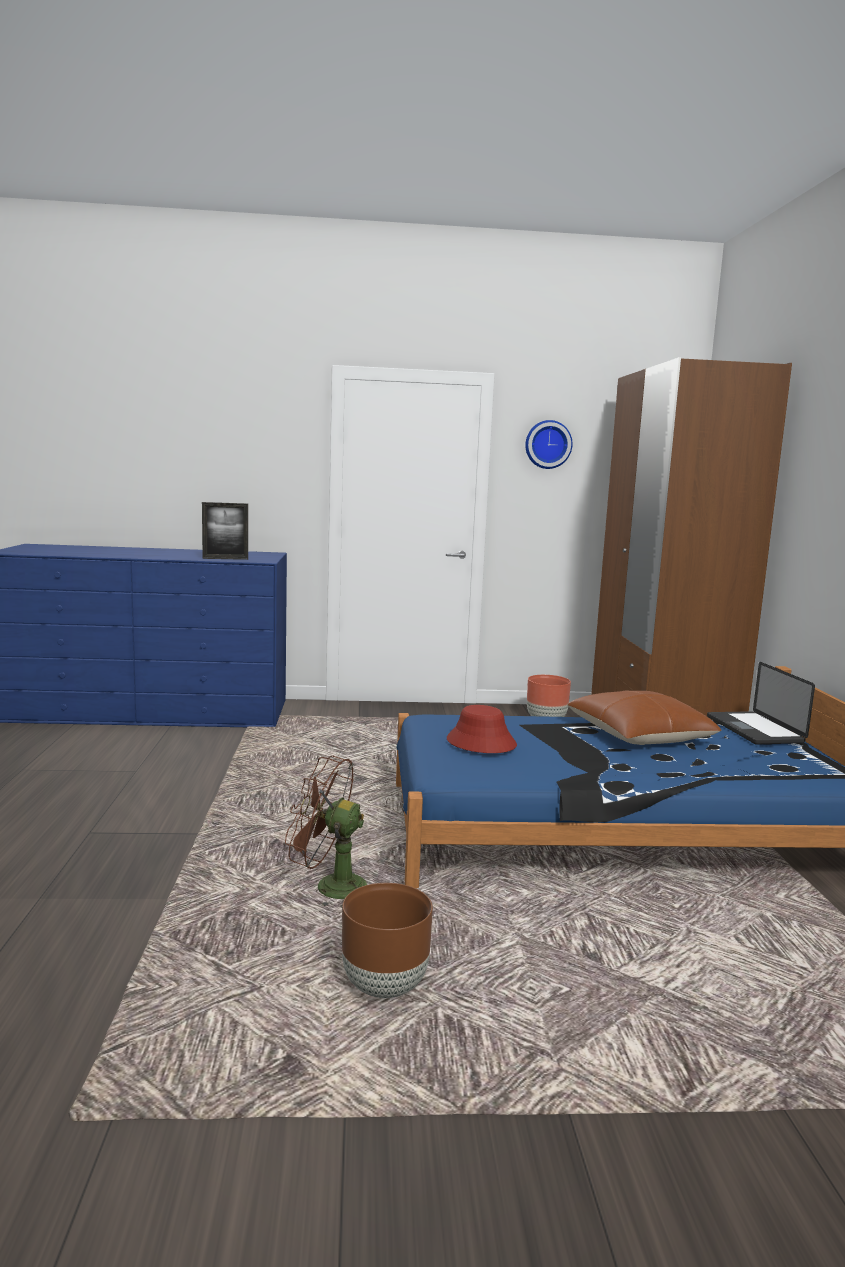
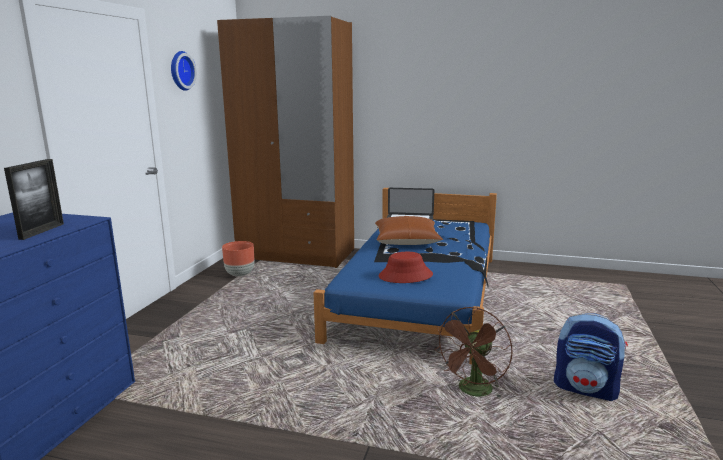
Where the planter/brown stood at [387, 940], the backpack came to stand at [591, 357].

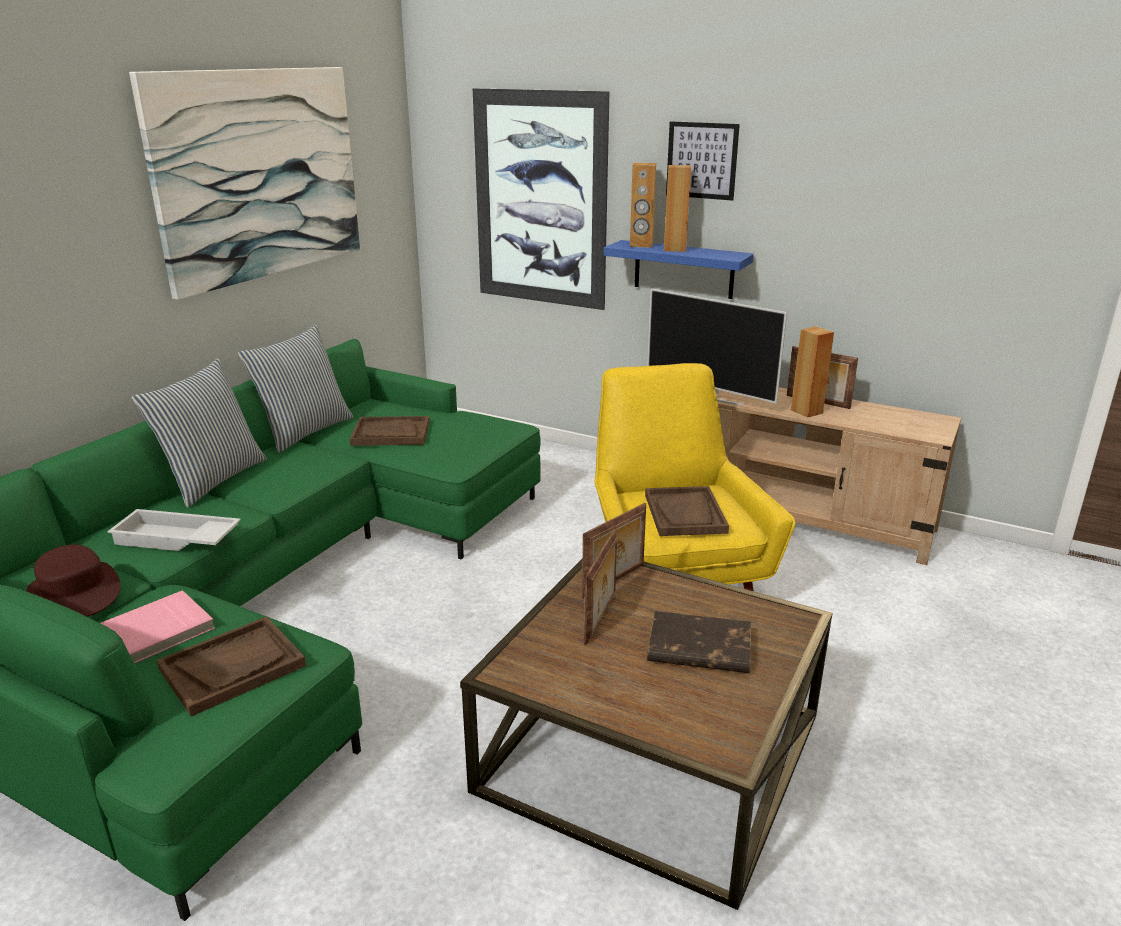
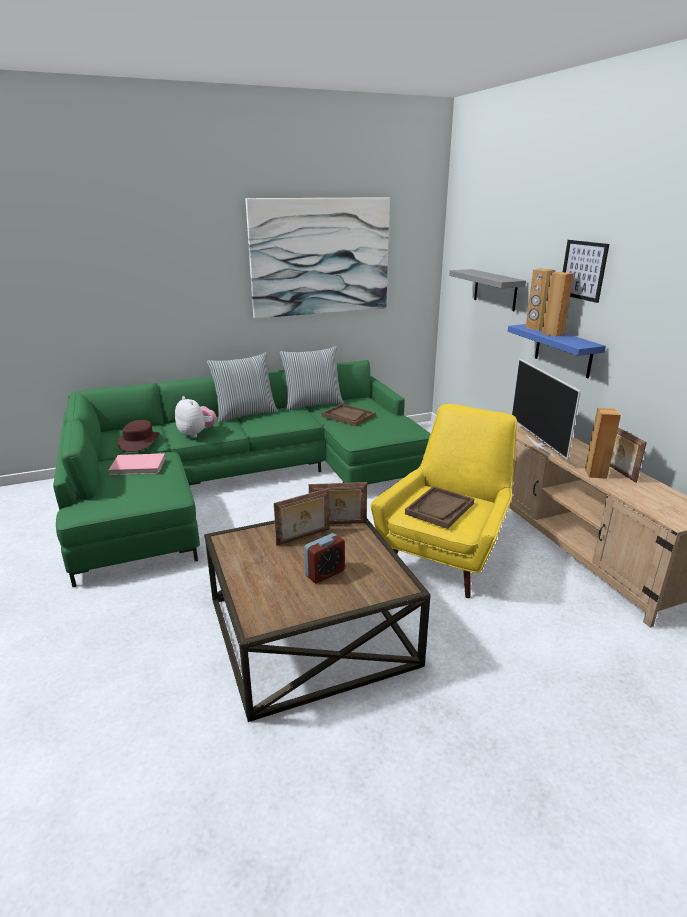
Where the tray/white stood at [174, 530], the plush toy came to stand at [196, 417].
The second view lost the tray/brown at [231, 666].
Where the picture hung at [541, 199], the shelf/grey came to hang at [487, 290].
Where the book/brown stood at [699, 642], the alarm clock came to stand at [324, 558].

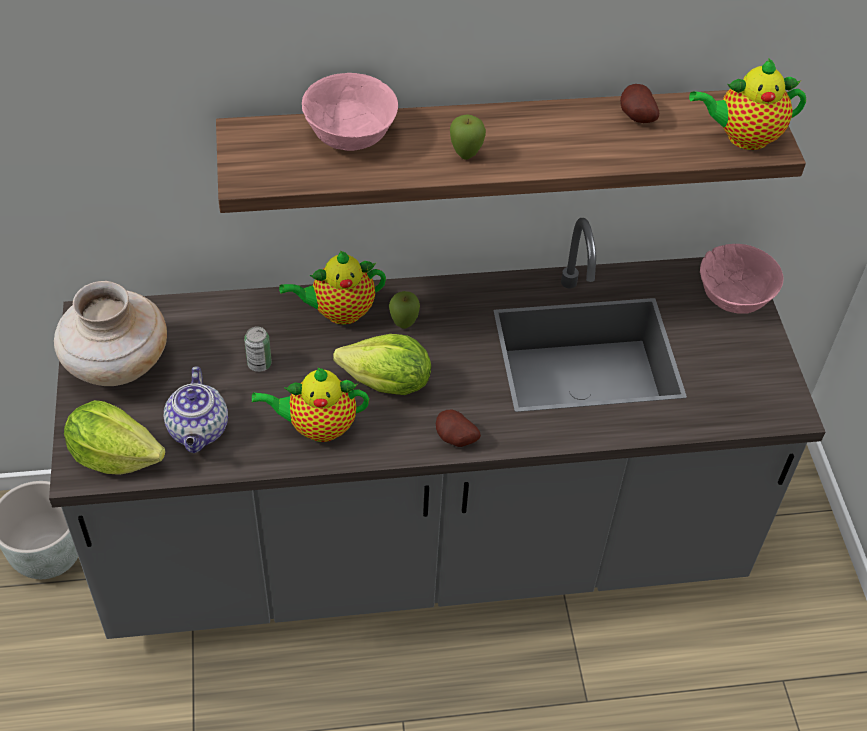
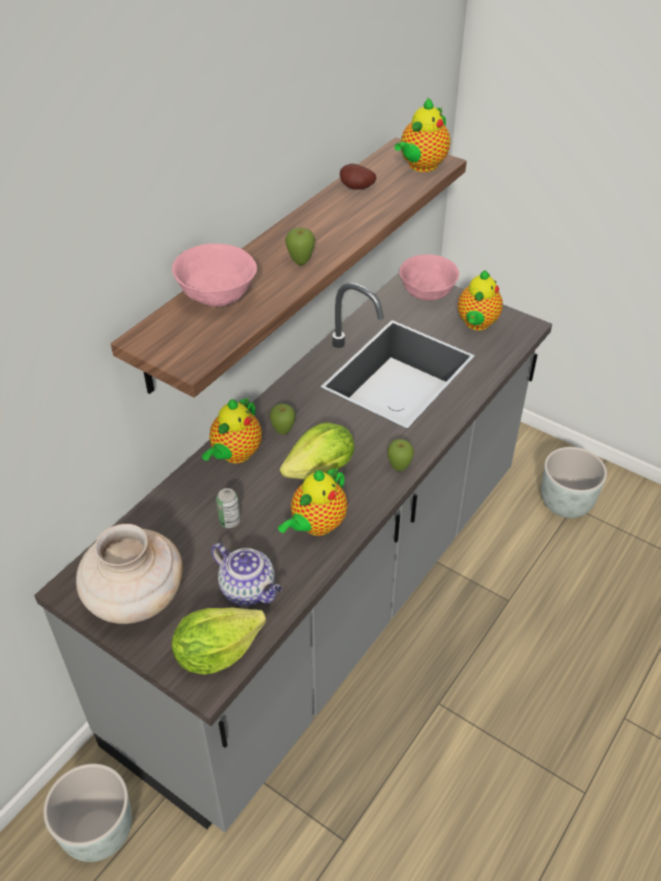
Where the potato stood at [458, 428], the apple came to stand at [400, 455].
The second view gained the teapot at [480, 300].
The second view gained the planter/grey at [574, 482].

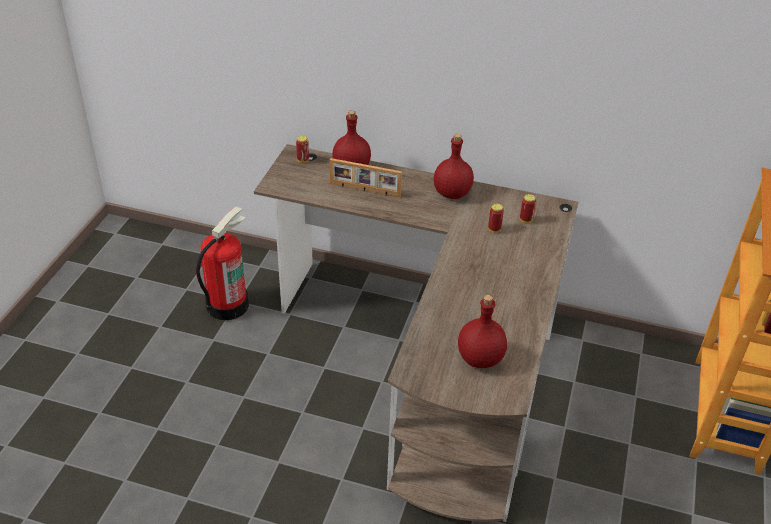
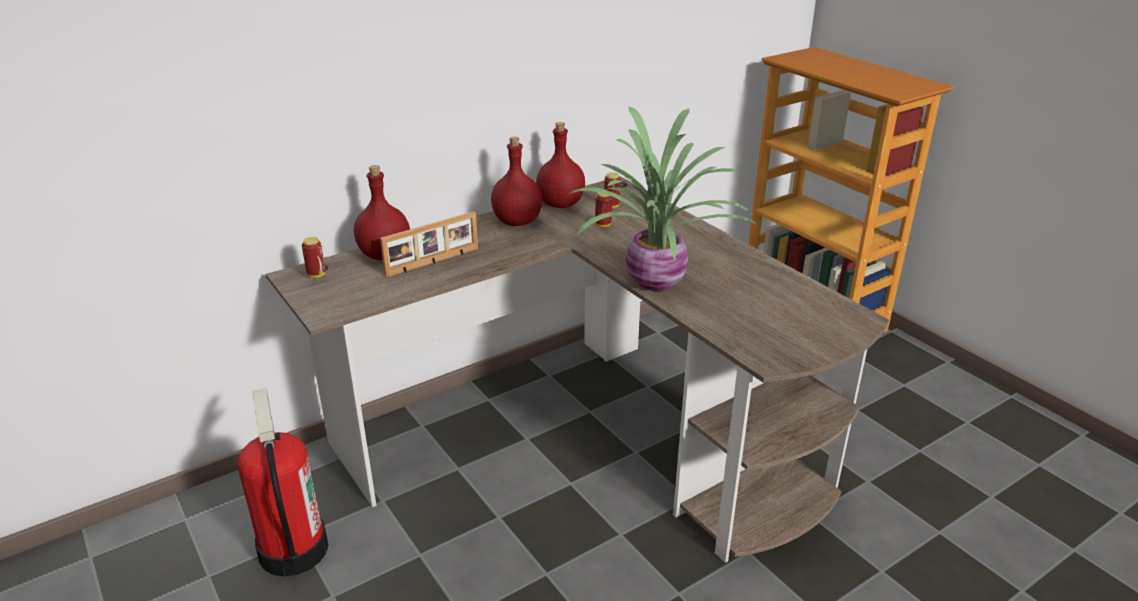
The bottle/red ended up elsewhere, having gone from [482, 331] to [560, 165].
The second view gained the potted plant at [663, 199].

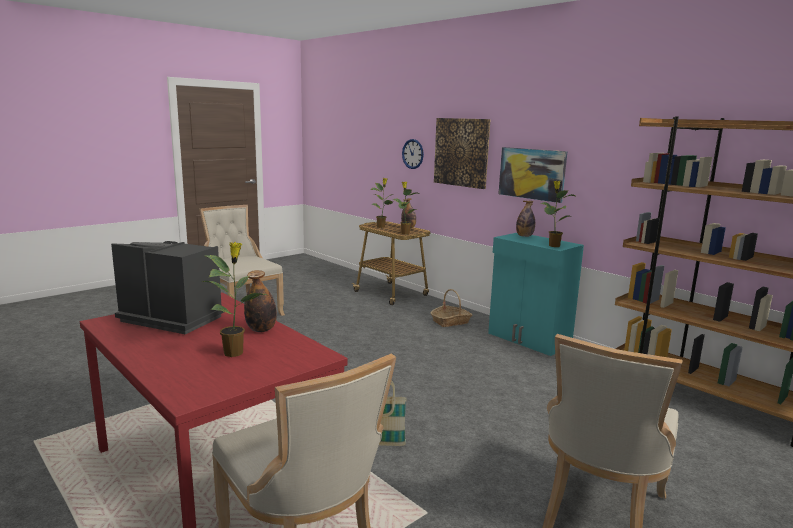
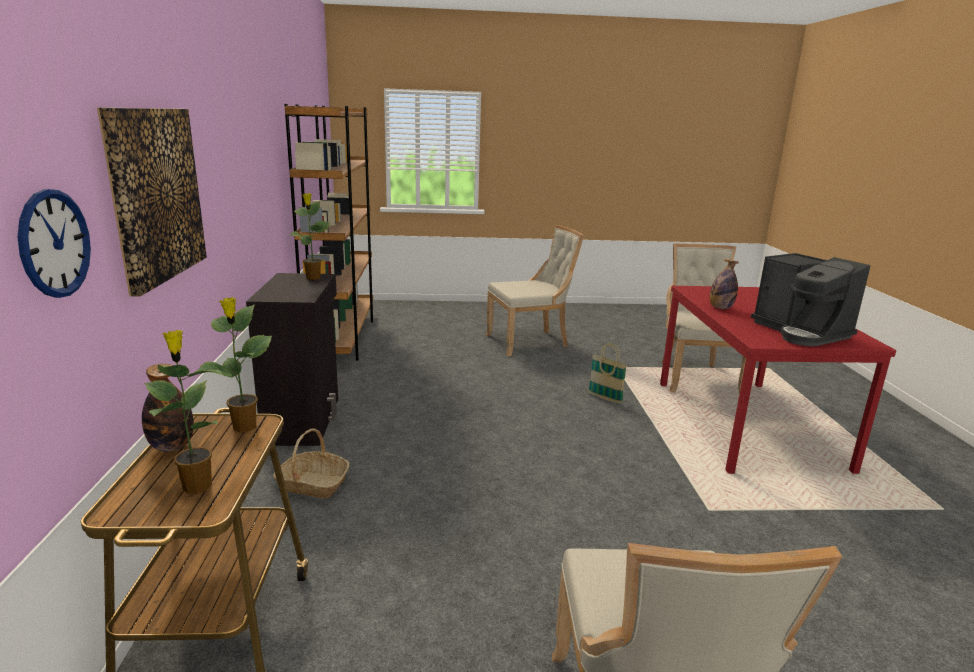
The second view lost the potted plant at [233, 299].
What was the cabinet/turquoise at [536, 294] turned into the cabinet/black at [292, 359].
The second view lost the picture at [532, 175].
The second view lost the bottle at [525, 219].

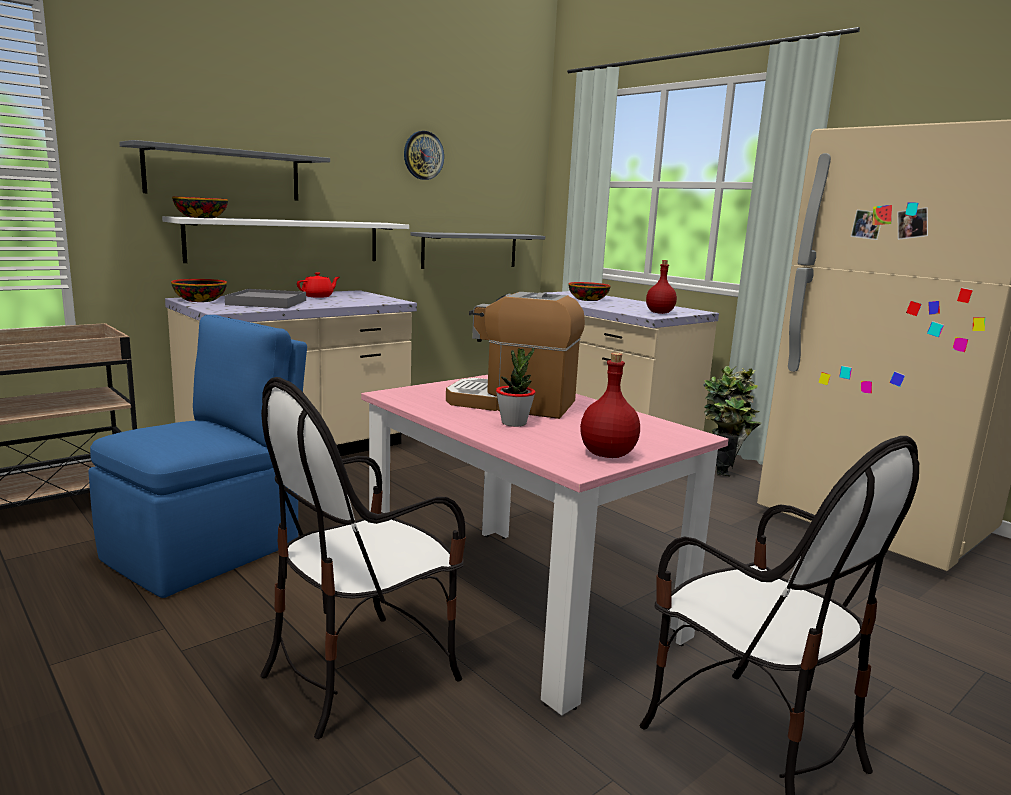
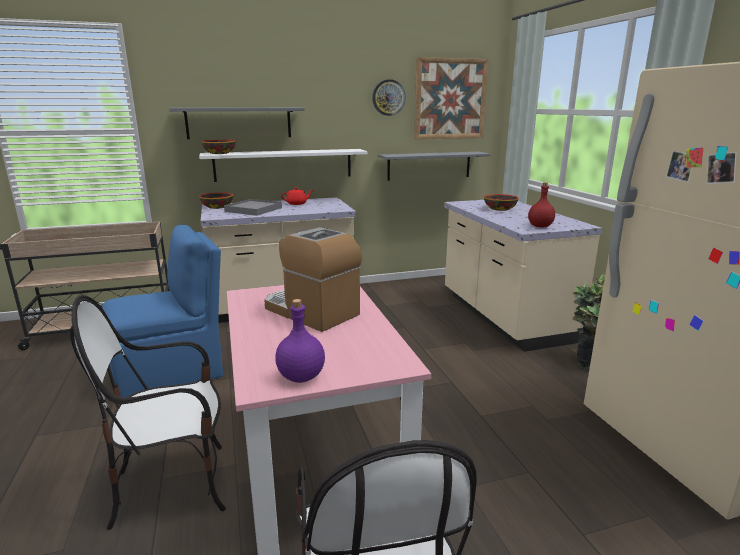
The second view lost the potted plant at [516, 387].
What was the bottle/red at [610, 405] turned into the bottle/purple at [300, 341].
The second view gained the picture at [451, 98].

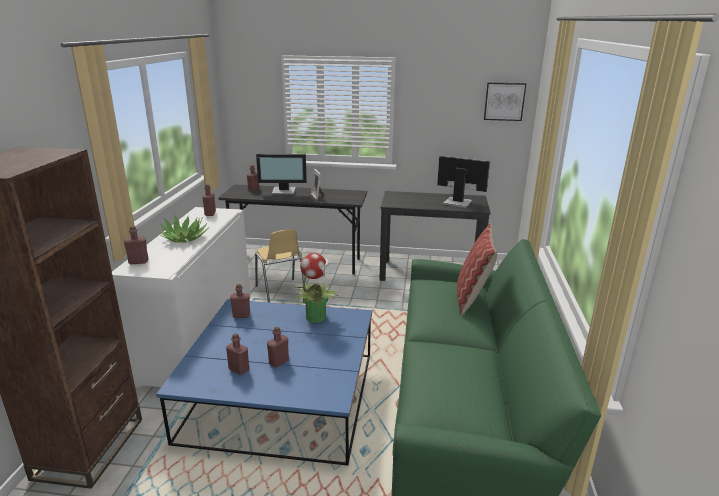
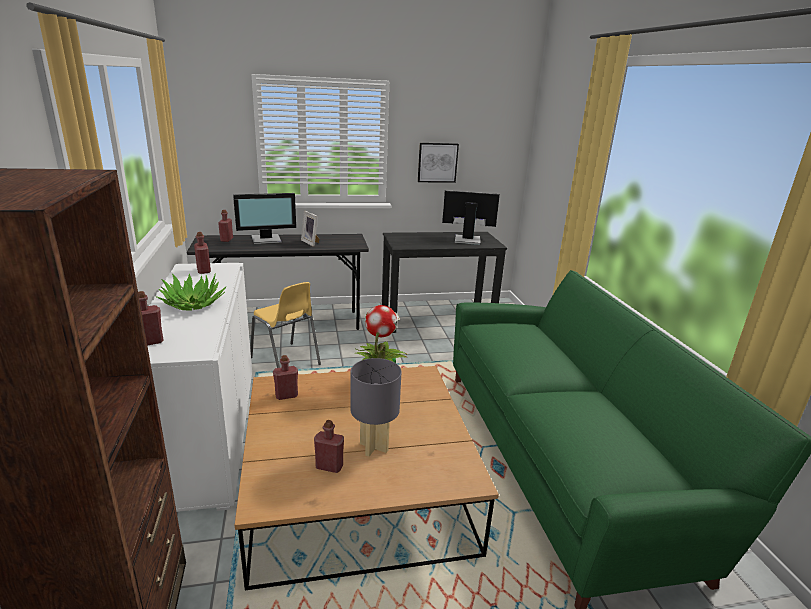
What was the coffee table/blue at [264, 382] turned into the coffee table/brown at [367, 478].
Where the bottle/red stood at [278, 347], the table lamp/grey came to stand at [376, 407].
The second view lost the pillow at [477, 269].
The picture ended up elsewhere, having gone from [505, 101] to [438, 163].

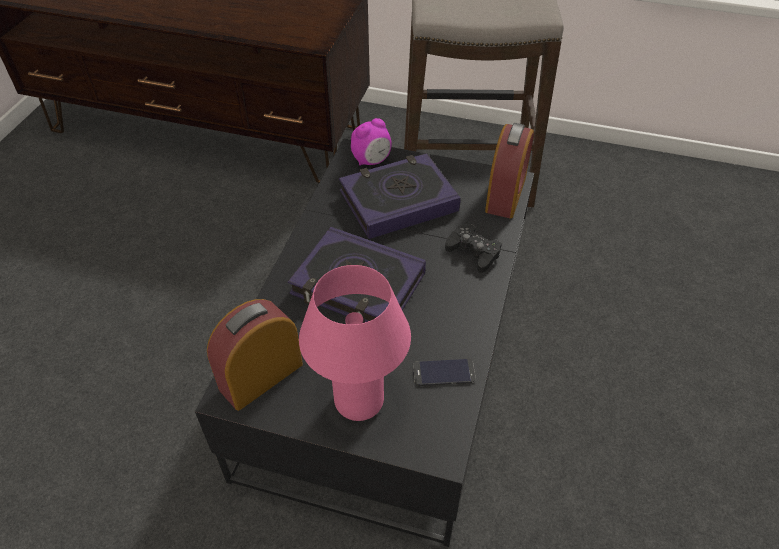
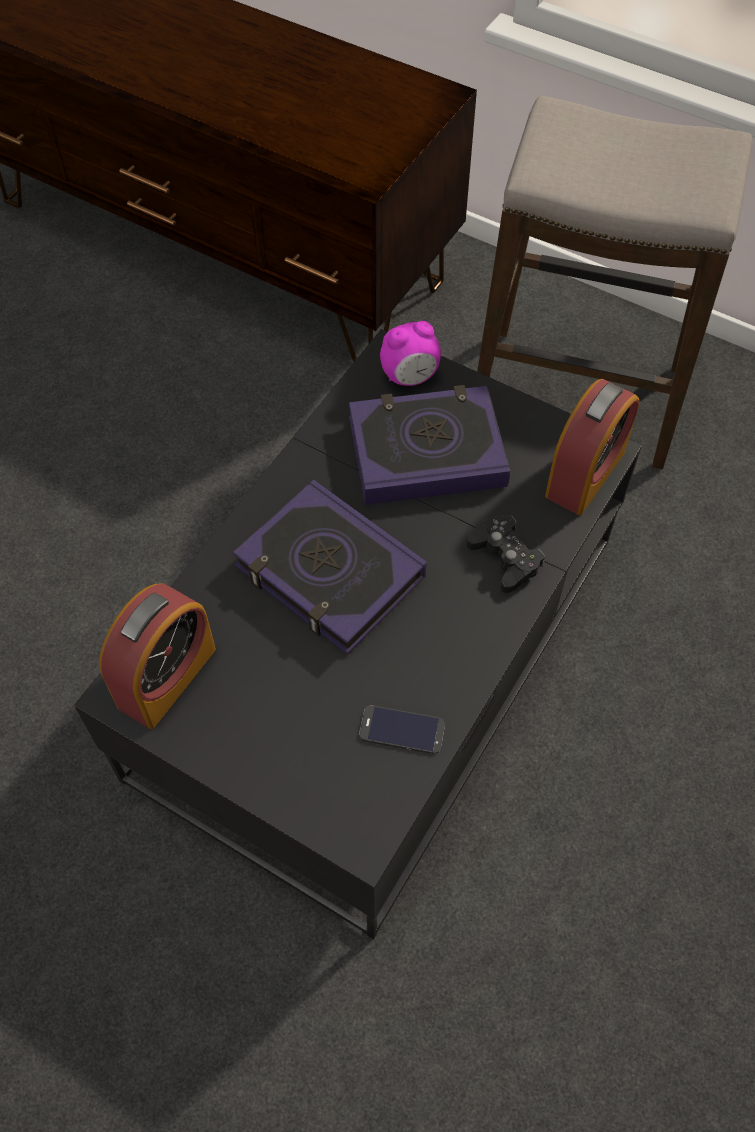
The alarm clock at [255, 355] ended up facing another way, 150 degrees clockwise from before.
The second view lost the table lamp/pink at [355, 343].

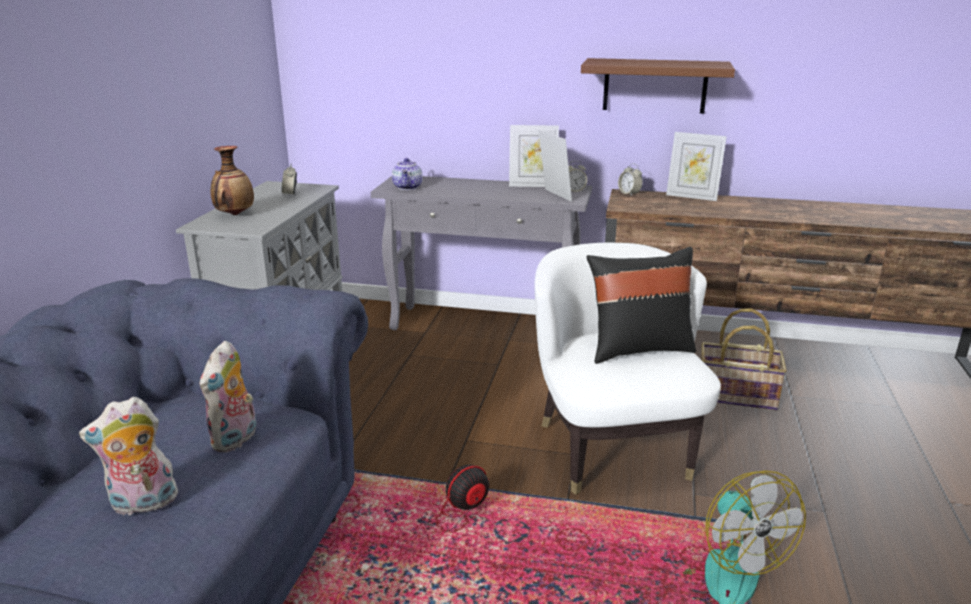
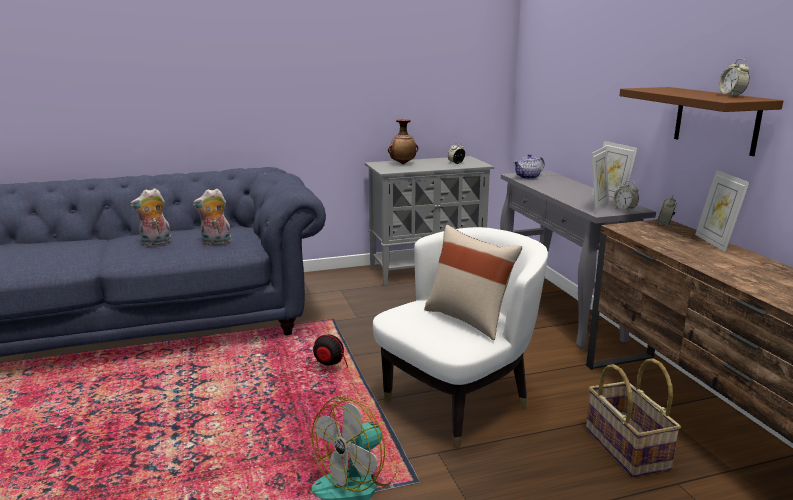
The plush toy at [129, 456] ended up facing another way, 60 degrees counterclockwise from before.
What was the pillow/black at [641, 305] turned into the pillow/beige at [473, 282].
The second view gained the alarm clock at [734, 77].

